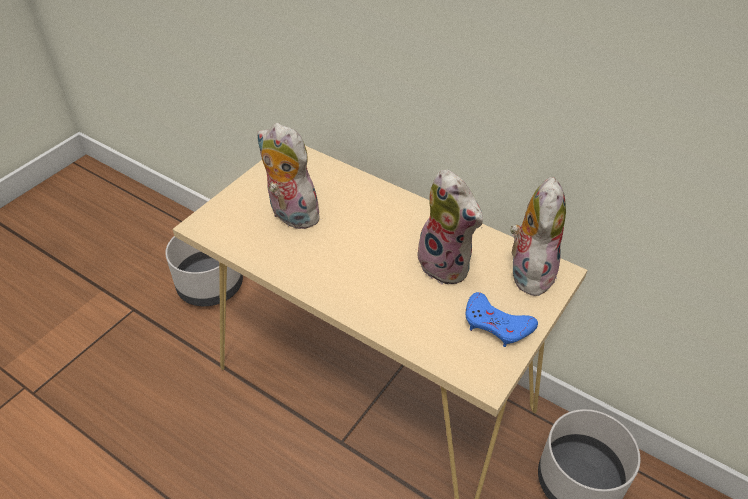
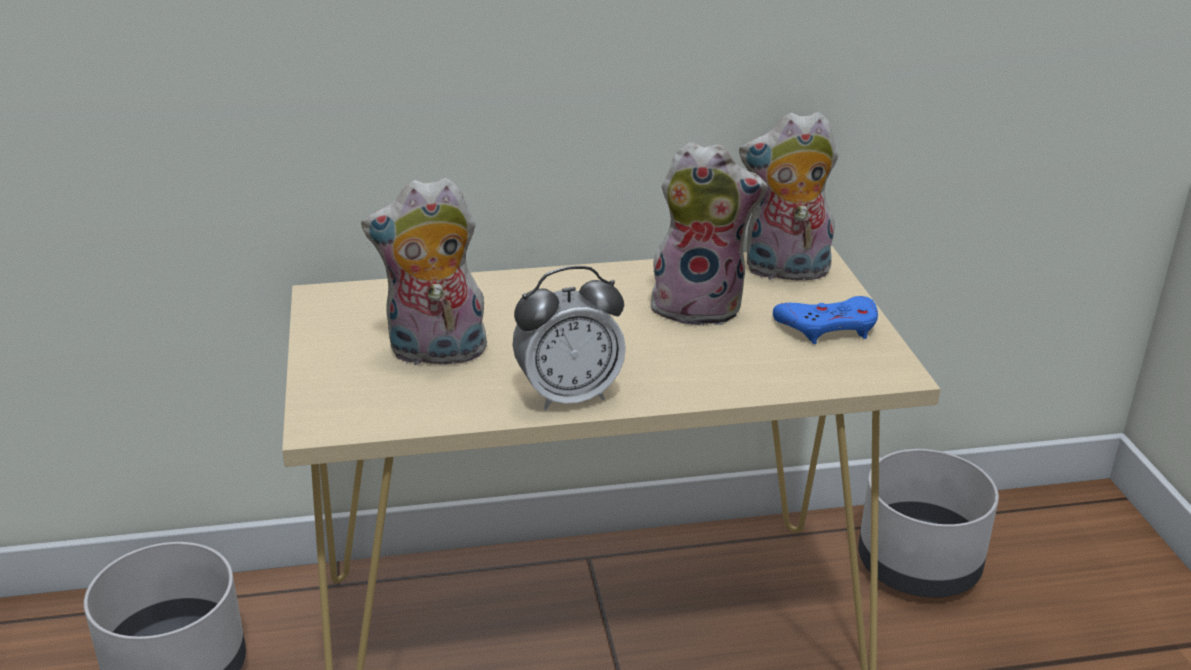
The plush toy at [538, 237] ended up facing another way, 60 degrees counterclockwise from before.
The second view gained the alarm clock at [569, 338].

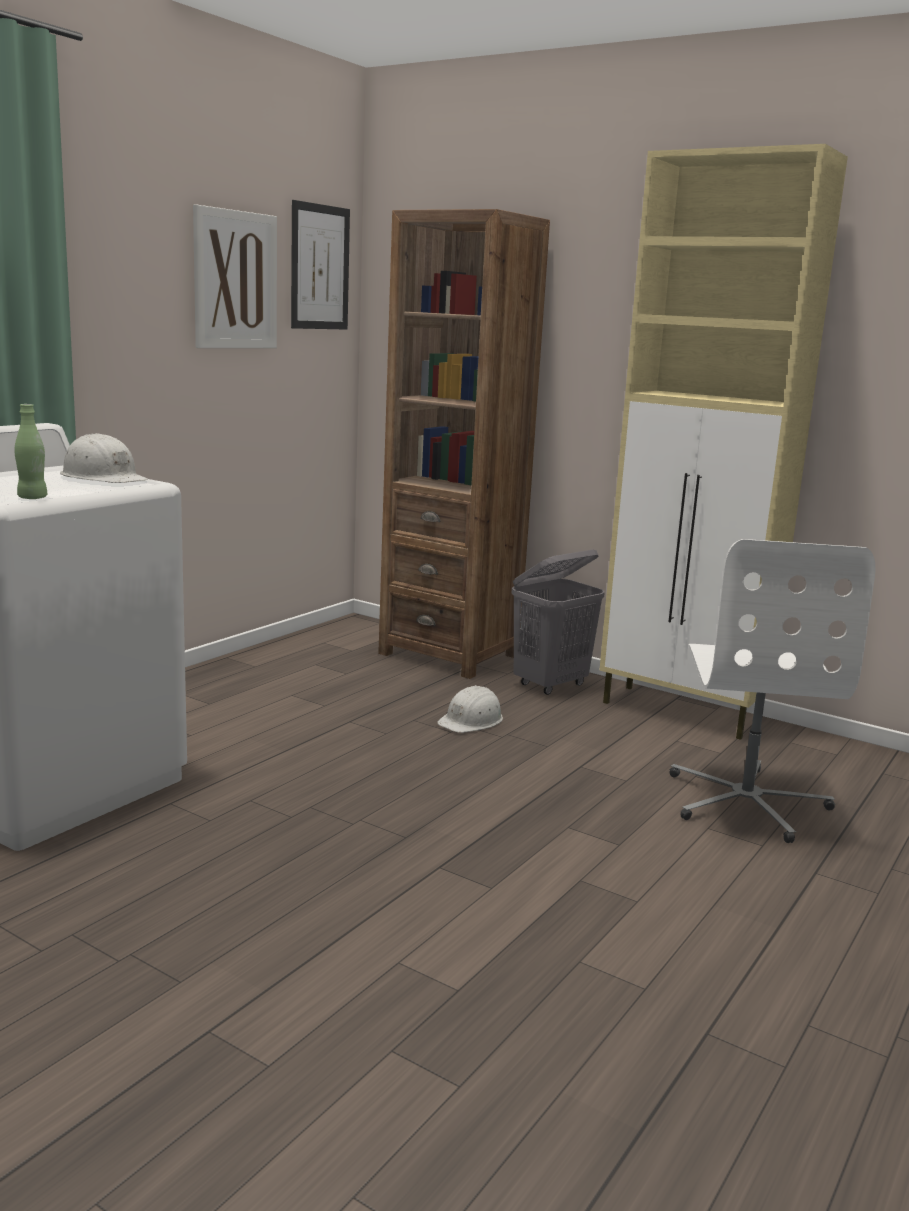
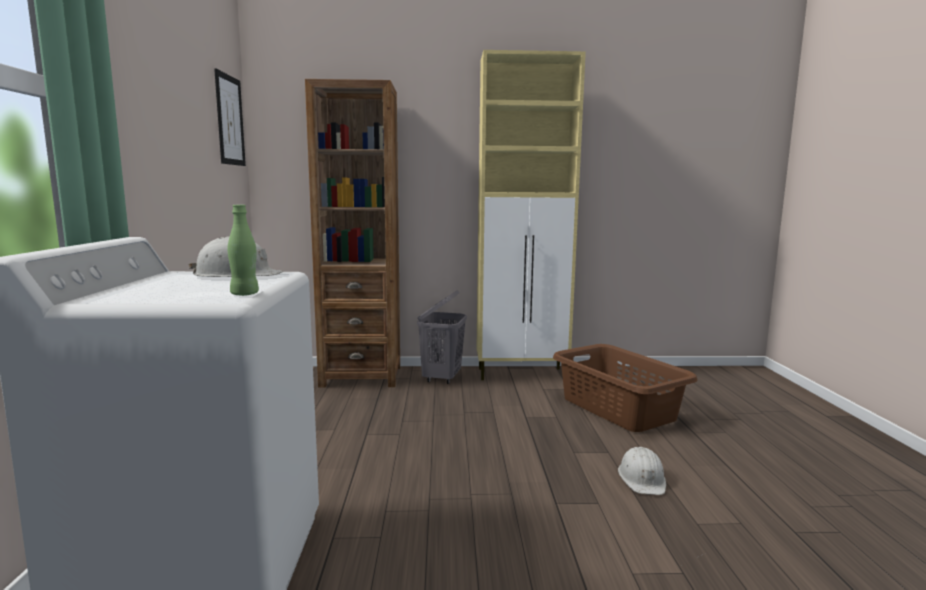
The second view lost the picture at [235, 276].
The hard hat/white ended up elsewhere, having gone from [470, 709] to [642, 471].
Where the office chair/white stood at [772, 691], the laundry basket/brown came to stand at [625, 388].

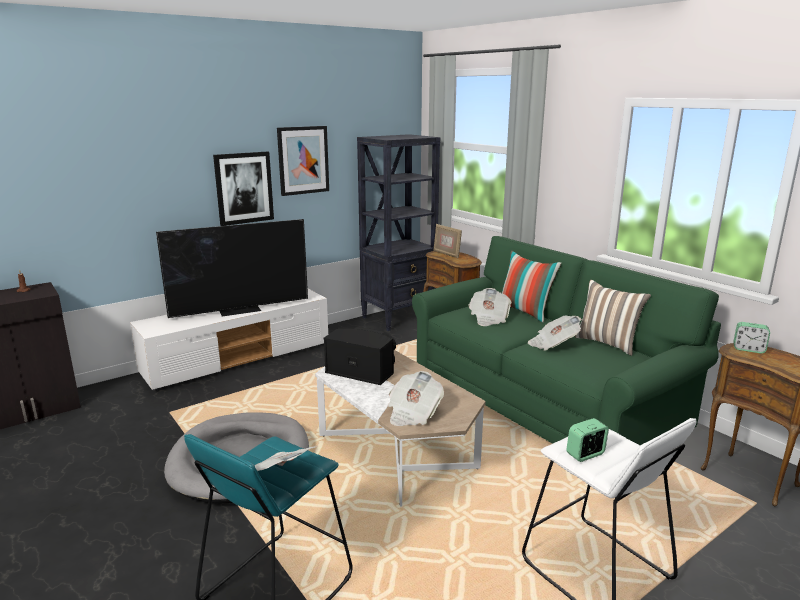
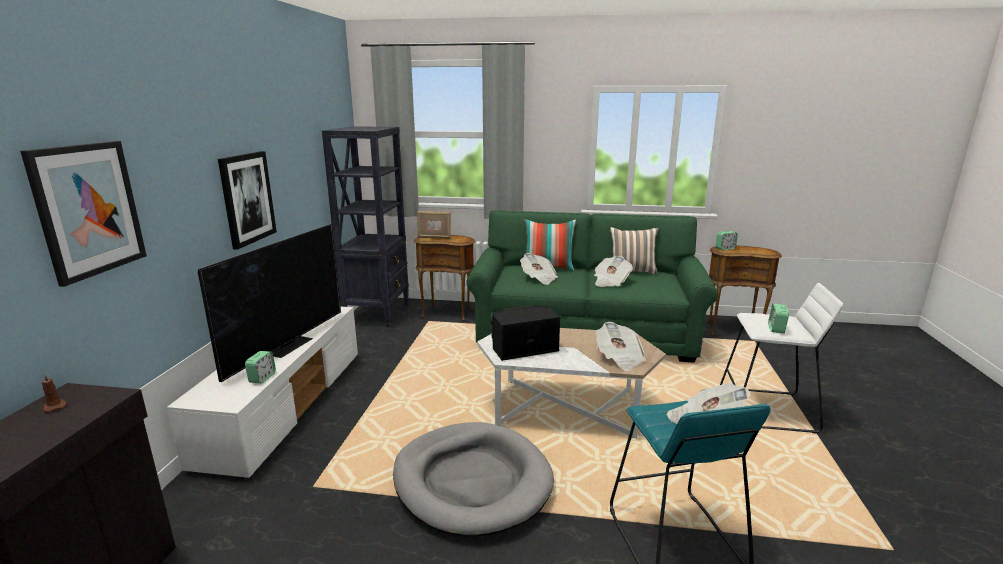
The picture ended up elsewhere, having gone from [303, 161] to [83, 214].
The second view gained the alarm clock at [260, 367].

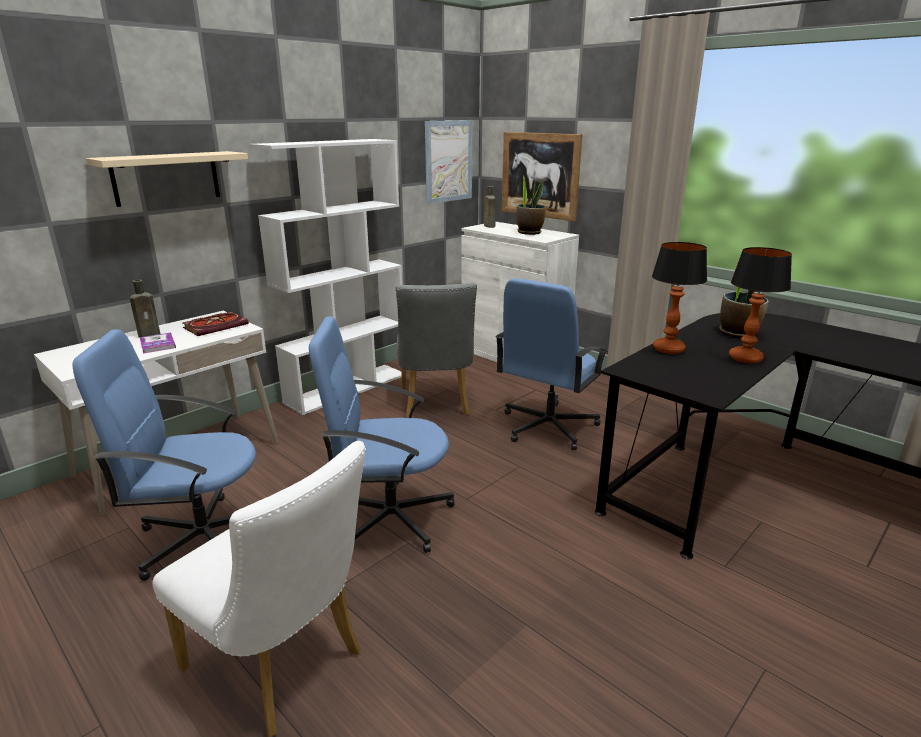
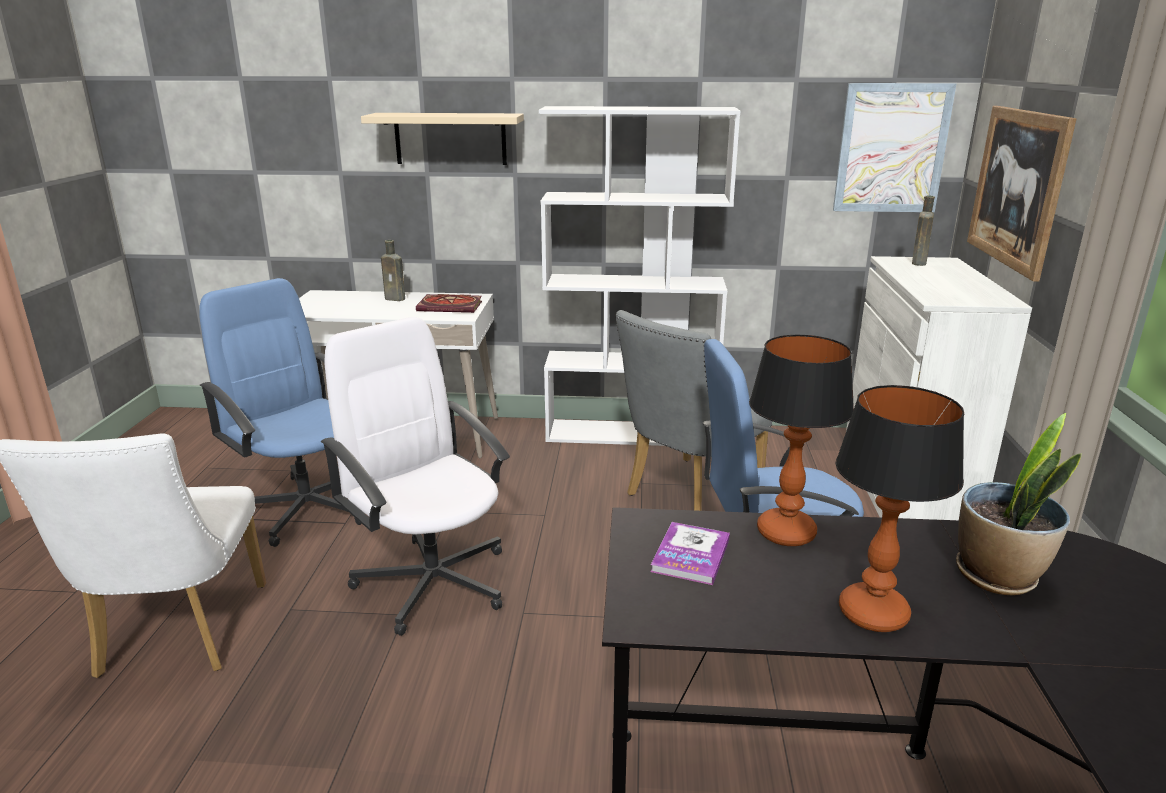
The book ended up elsewhere, having gone from [158, 343] to [690, 553].
What was the office chair/blue at [382, 434] turned into the office chair/white at [415, 476].
The second view lost the potted plant at [531, 205].

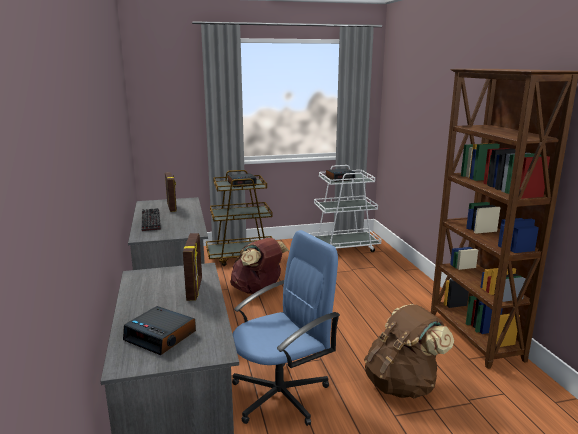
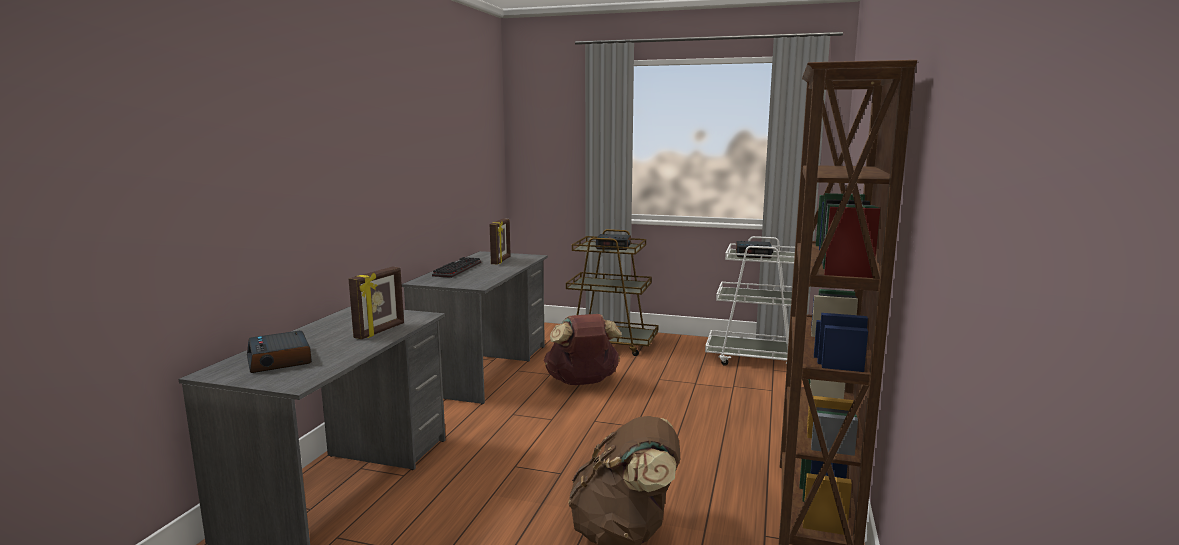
The second view lost the office chair/blue at [286, 328].

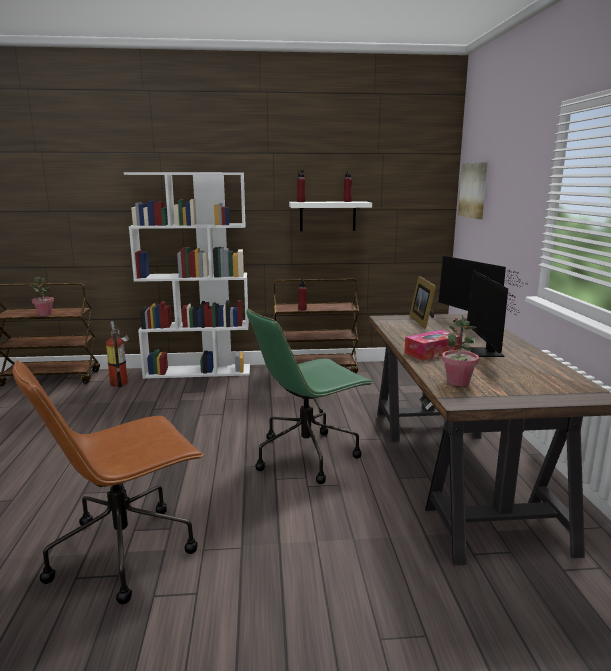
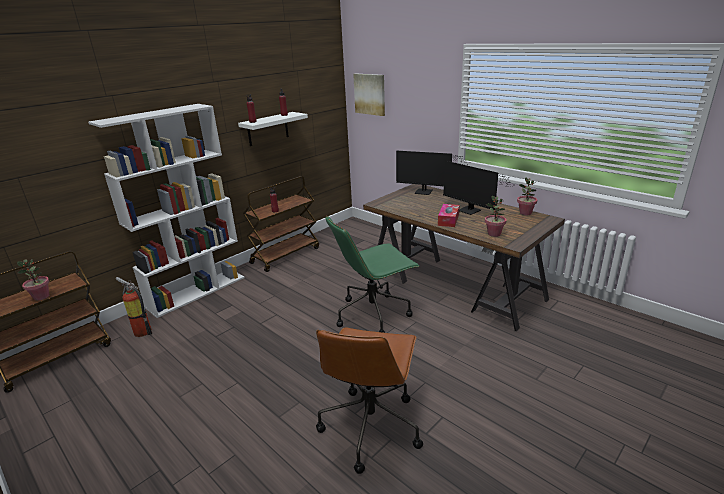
The office chair/green at [309, 396] ended up facing another way, 45 degrees clockwise from before.
The second view lost the picture frame at [422, 302].
The second view gained the potted plant at [527, 196].

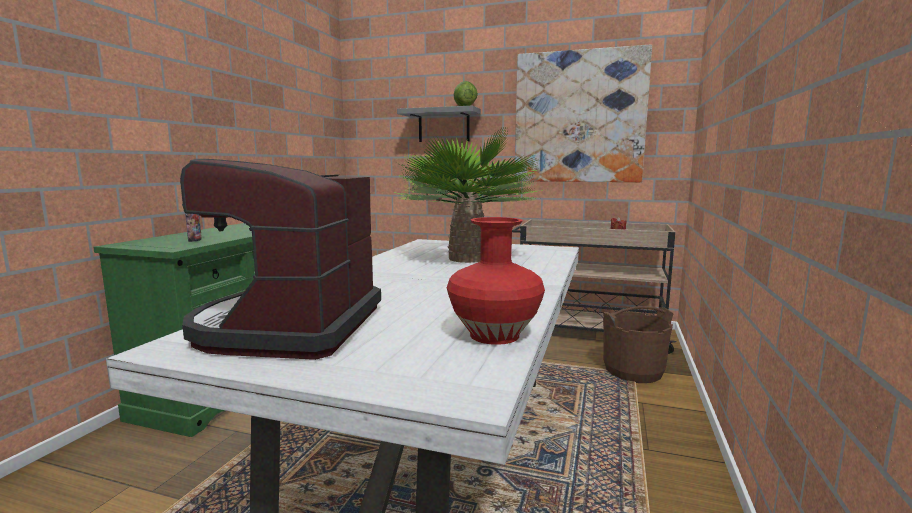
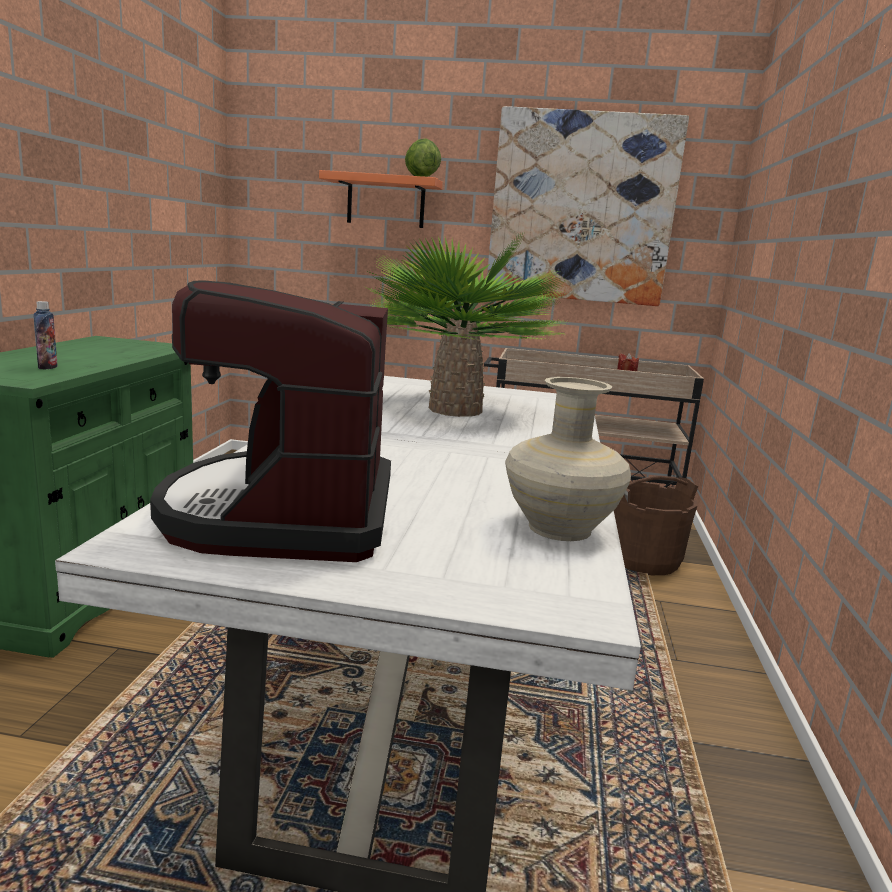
What was the shelf/grey at [439, 124] turned into the shelf/orange at [381, 199].
What was the vase/red at [496, 281] turned into the vase/beige at [568, 459].

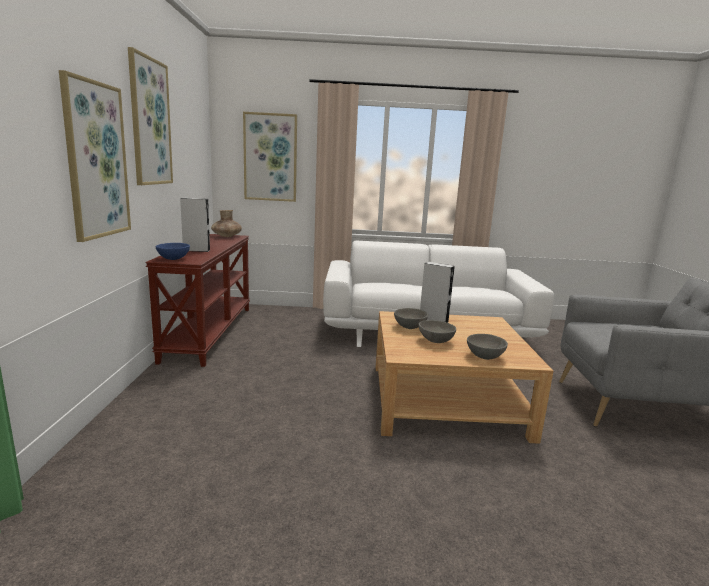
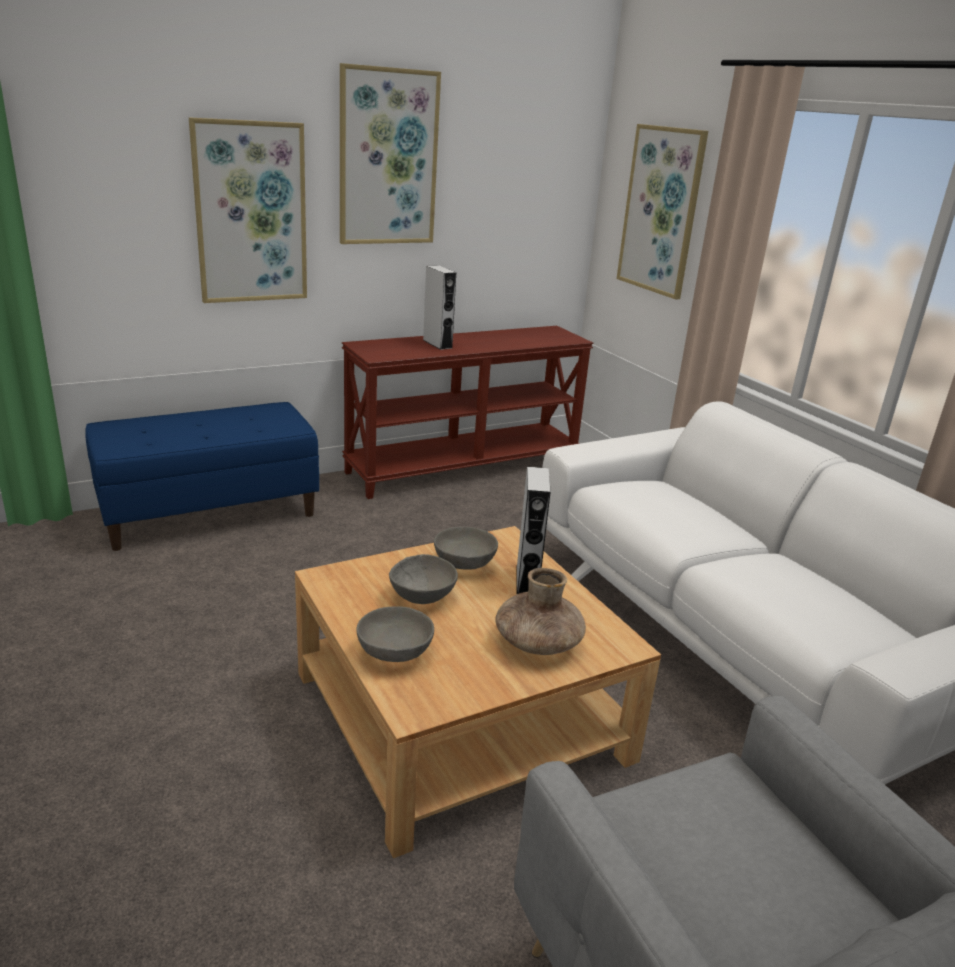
The second view lost the bowl/blue at [173, 251].
The vase/brown ended up elsewhere, having gone from [226, 223] to [540, 611].
The second view gained the bench/blue at [202, 476].

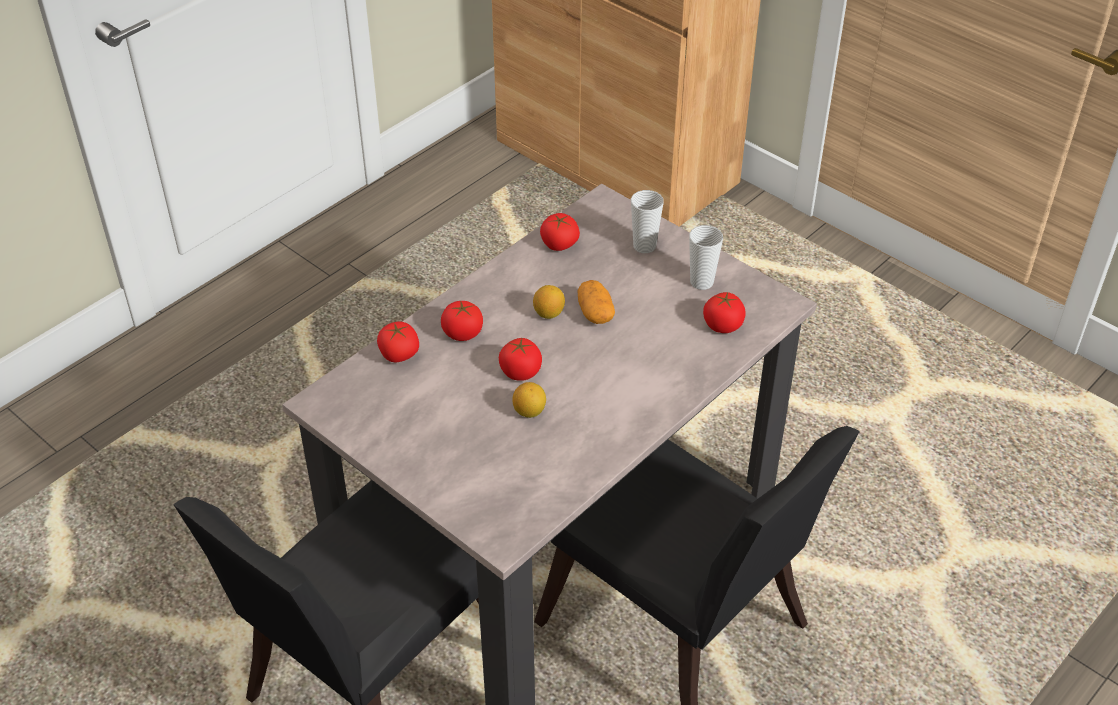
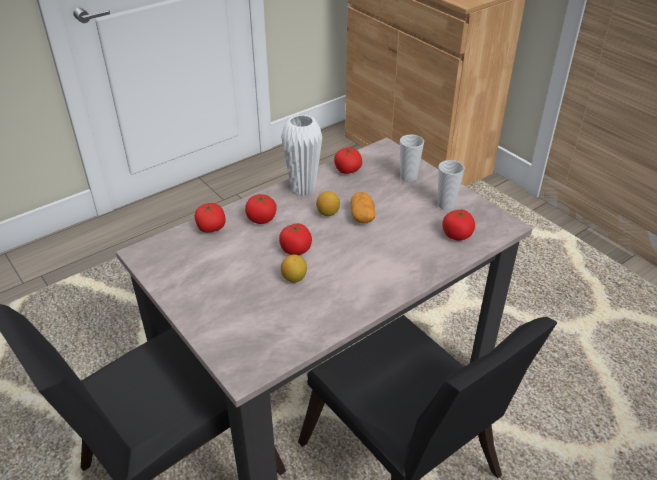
The second view gained the vase/white at [302, 155].

